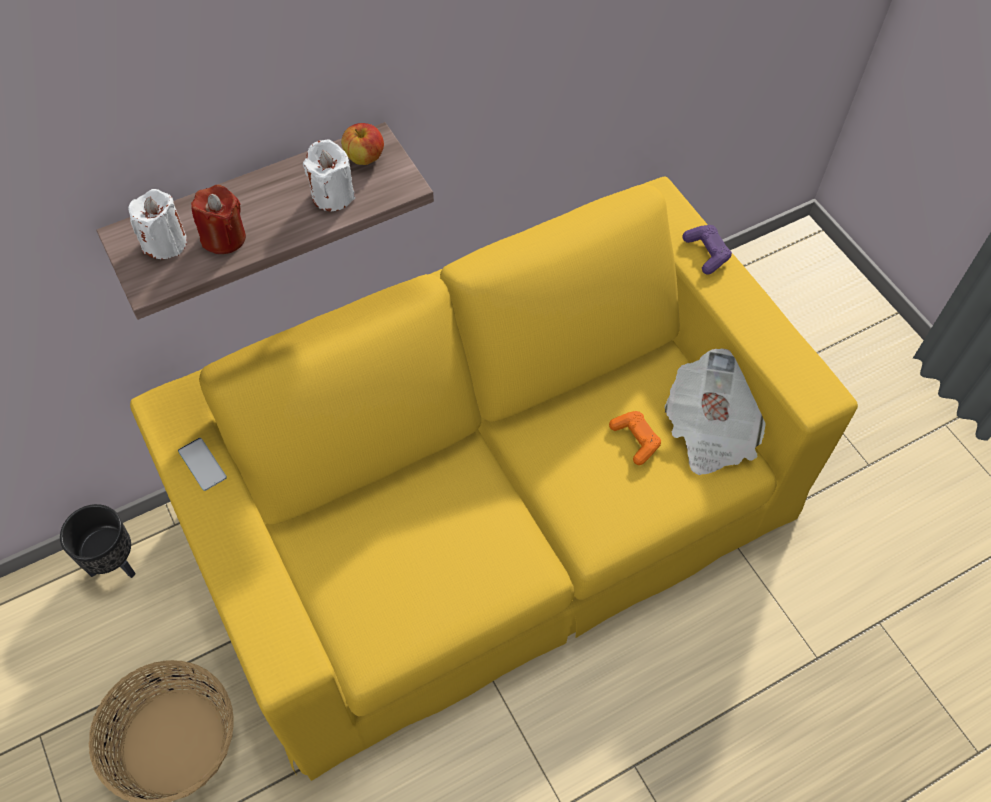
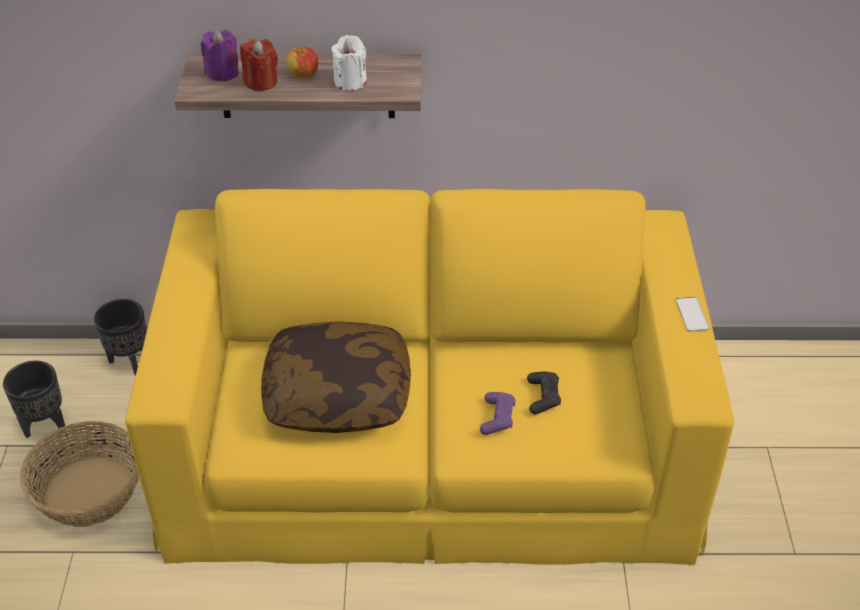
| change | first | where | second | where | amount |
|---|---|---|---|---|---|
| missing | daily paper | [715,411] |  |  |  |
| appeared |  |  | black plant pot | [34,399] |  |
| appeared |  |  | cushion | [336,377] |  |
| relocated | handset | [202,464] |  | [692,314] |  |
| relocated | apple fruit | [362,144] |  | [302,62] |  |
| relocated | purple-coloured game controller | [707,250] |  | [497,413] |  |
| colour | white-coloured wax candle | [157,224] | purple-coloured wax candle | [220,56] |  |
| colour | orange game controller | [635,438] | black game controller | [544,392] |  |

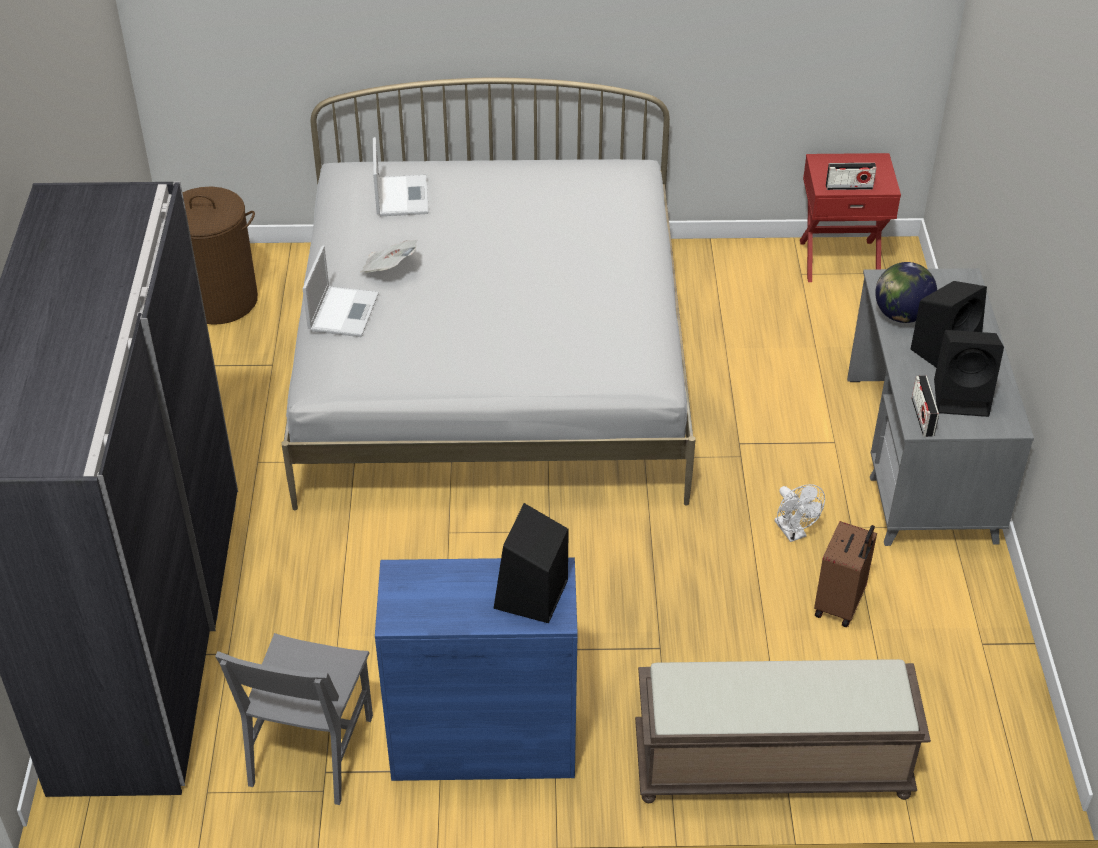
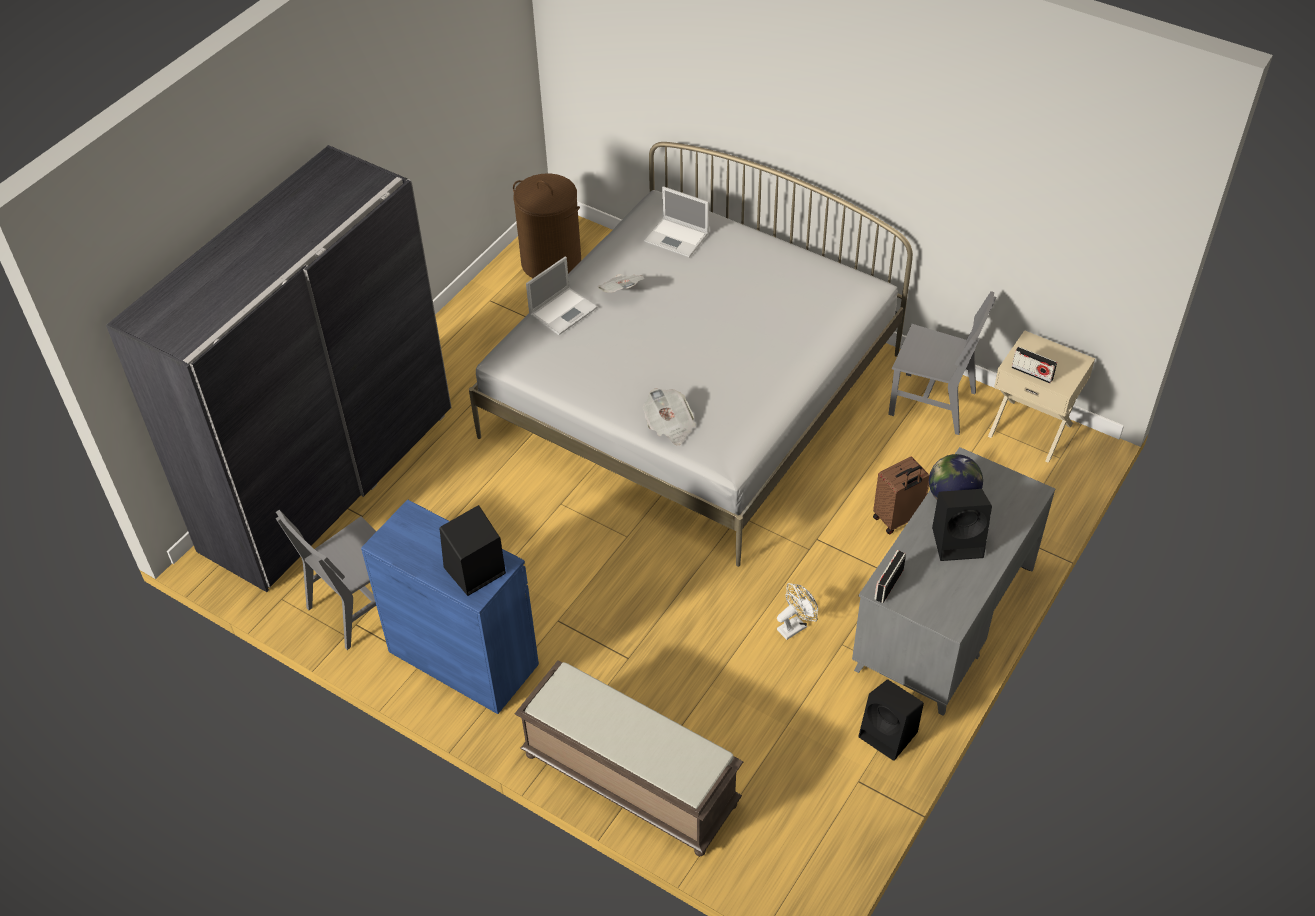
| change | first | where | second | where | amount |
|---|---|---|---|---|---|
| appeared |  |  | daily paper | [669,416] |  |
| appeared |  |  | greyish plain chair | [942,363] |  |
| relocated | brown piece of luggage | [845,574] |  | [901,495] |  |
| relocated | black loudspeaker | [969,373] |  | [891,720] |  |
| colour | reddish bedside table | [850,217] | beige bedside table | [1041,396] |  |
| spun | portable computer | [401,176] |  | [676,222] | 90 degrees clockwise |
| spun | white-coloured electric fan | [800,513] |  | [797,611] | 135 degrees counterclockwise |

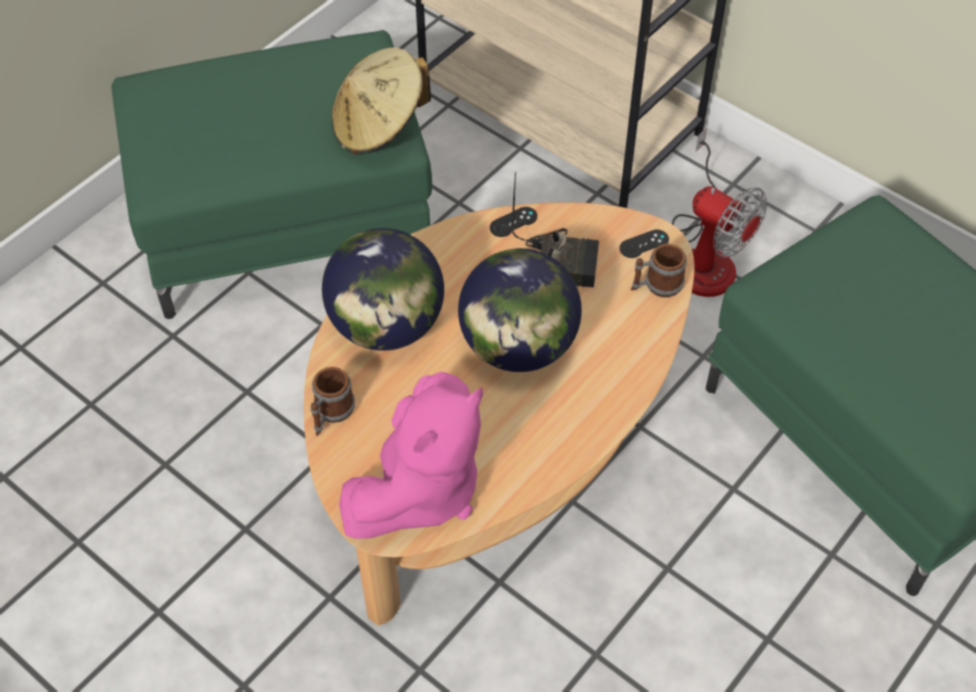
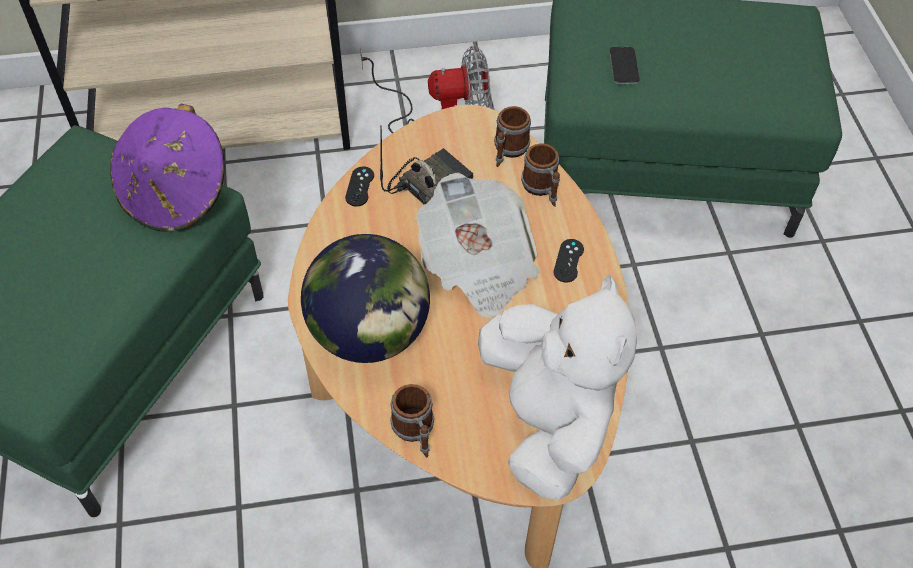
| change | first | where | second | where | amount |
|---|---|---|---|---|---|
| appeared |  |  | mug | [540,175] |  |
| appeared |  |  | handset | [624,65] |  |
| relocated | black game controller | [644,244] |  | [568,261] |  |
| exchanged | globe | [520,310] | daily paper | [478,245] |  |
| colour | beige clothing hat | [381,101] | purple-coloured clothing hat | [167,168] |  |
| colour | pink cuddly toy | [411,455] | white-coloured cuddly toy | [557,387] |  |

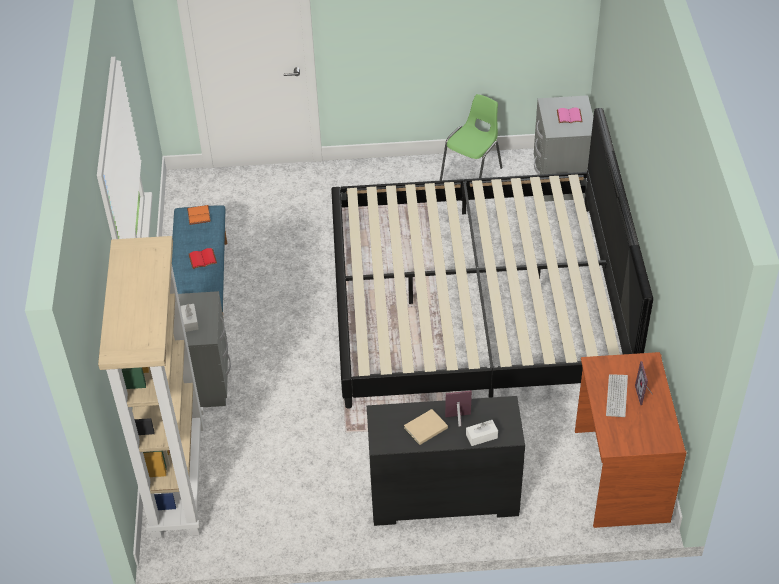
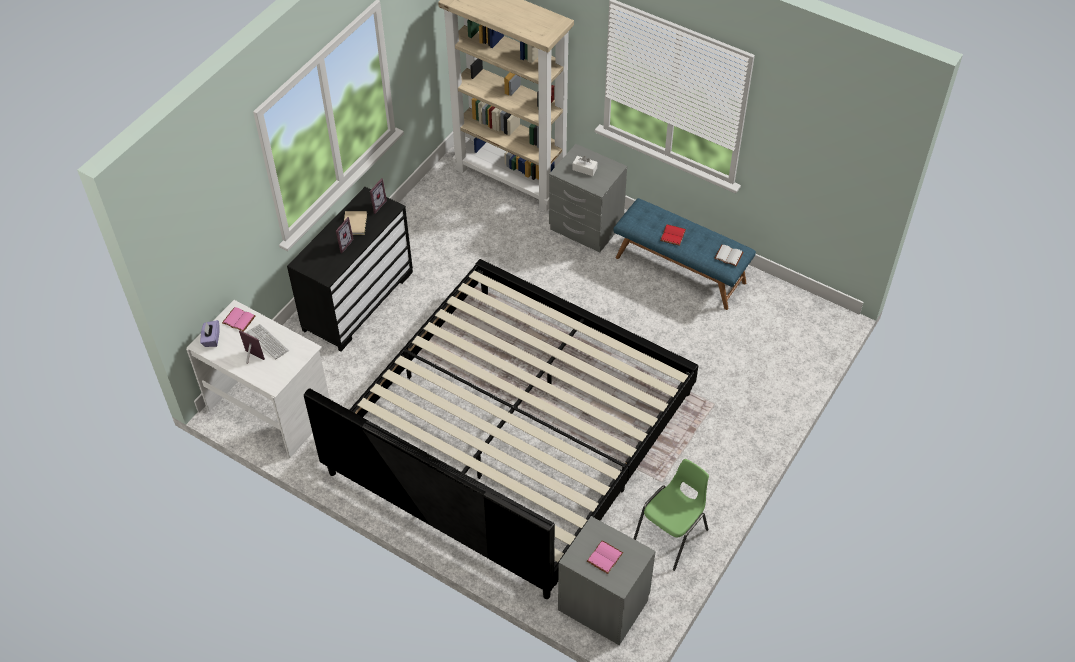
| change | first | where | second | where | amount |
|---|---|---|---|---|---|
| missing | white-coloured box of tissues | [482,433] |  |  |  |
| appeared |  |  | purple-coloured box of tissues | [210,333] |  |
| appeared |  |  | pink bound book | [239,319] |  |
| appeared |  |  | photo frame | [378,196] |  |
| colour | orange bound book | [199,215] | white-coloured bound book | [729,255] |  |
| colour | brown desk table | [631,440] | white-coloured desk table | [258,379] |  |
| spun | greenish plain chair | [471,137] |  | [671,515] | 120 degrees counterclockwise |

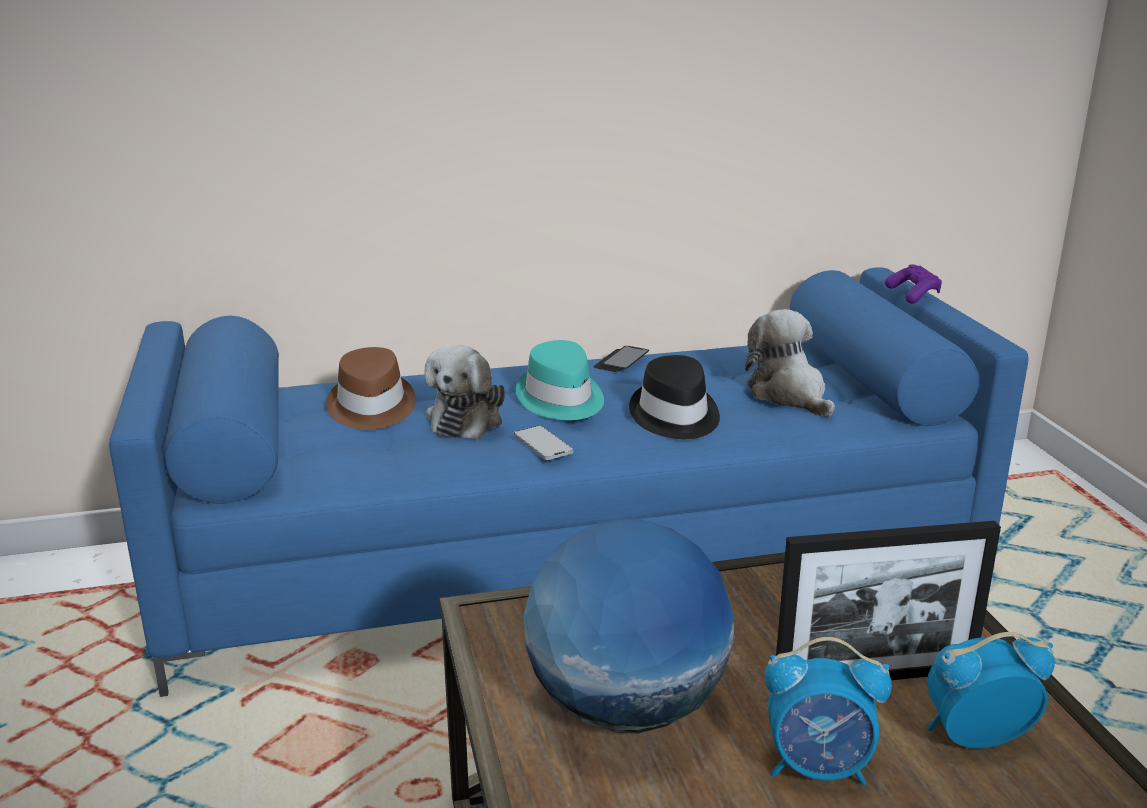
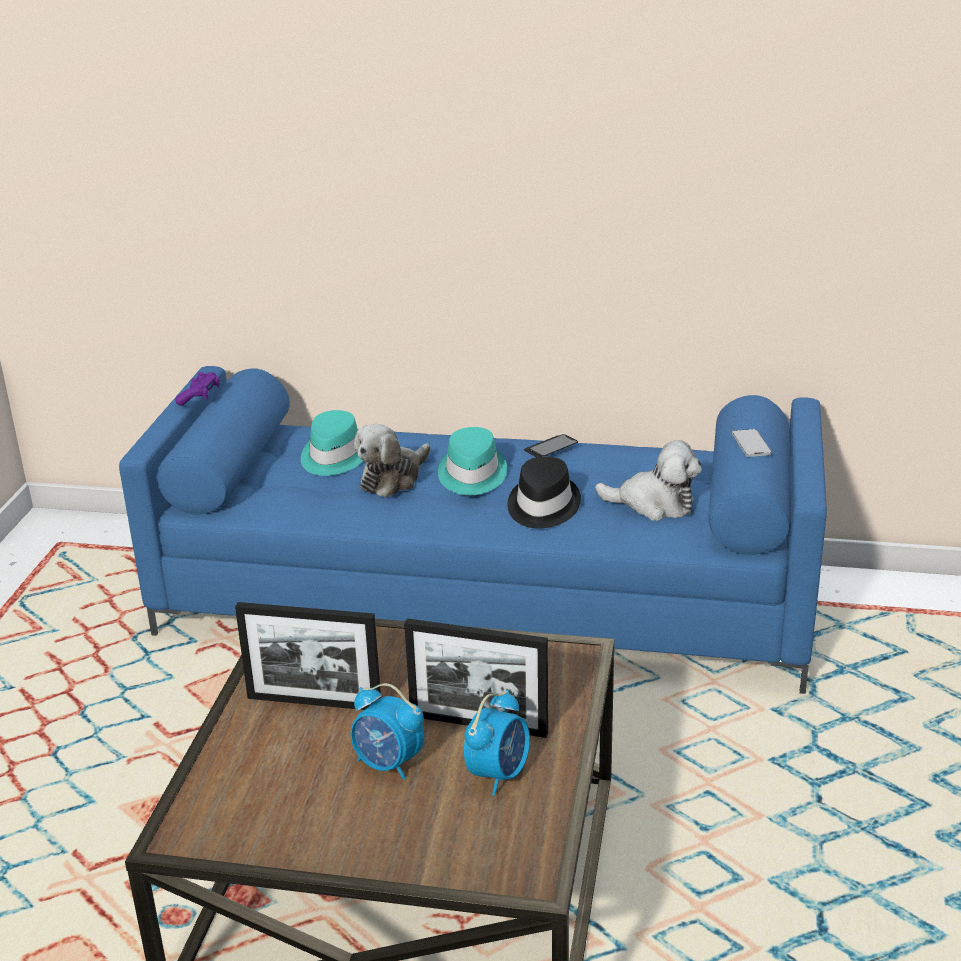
| change | first | where | second | where | amount |
|---|---|---|---|---|---|
| relocated | handset | [544,443] |  | [752,443] |  |
| relocated | purple-coloured game controller | [913,284] |  | [197,389] |  |
| exchanged | globe | [629,626] | photo frame | [308,656] |  |
| colour | brown clothing hat | [371,388] | blue-green clothing hat | [332,443] |  |
| spun | cuddly toy | [790,363] |  | [648,480] | 105 degrees clockwise |
| spun | alarm clock | [991,690] |  | [497,743] | 105 degrees clockwise |

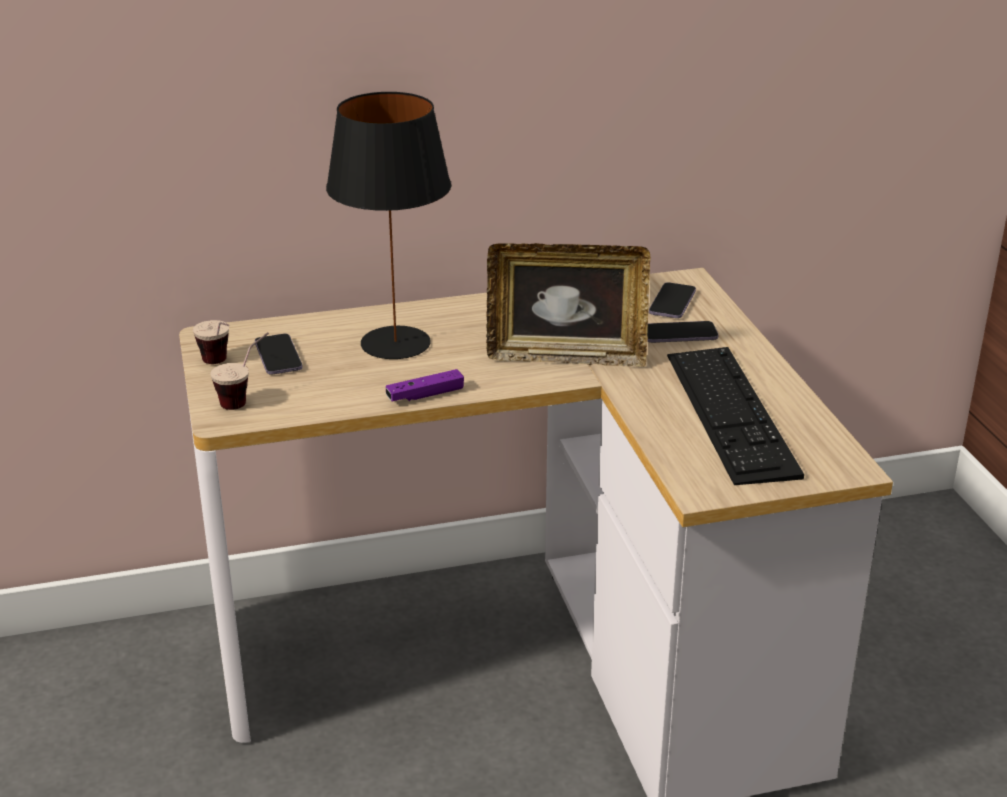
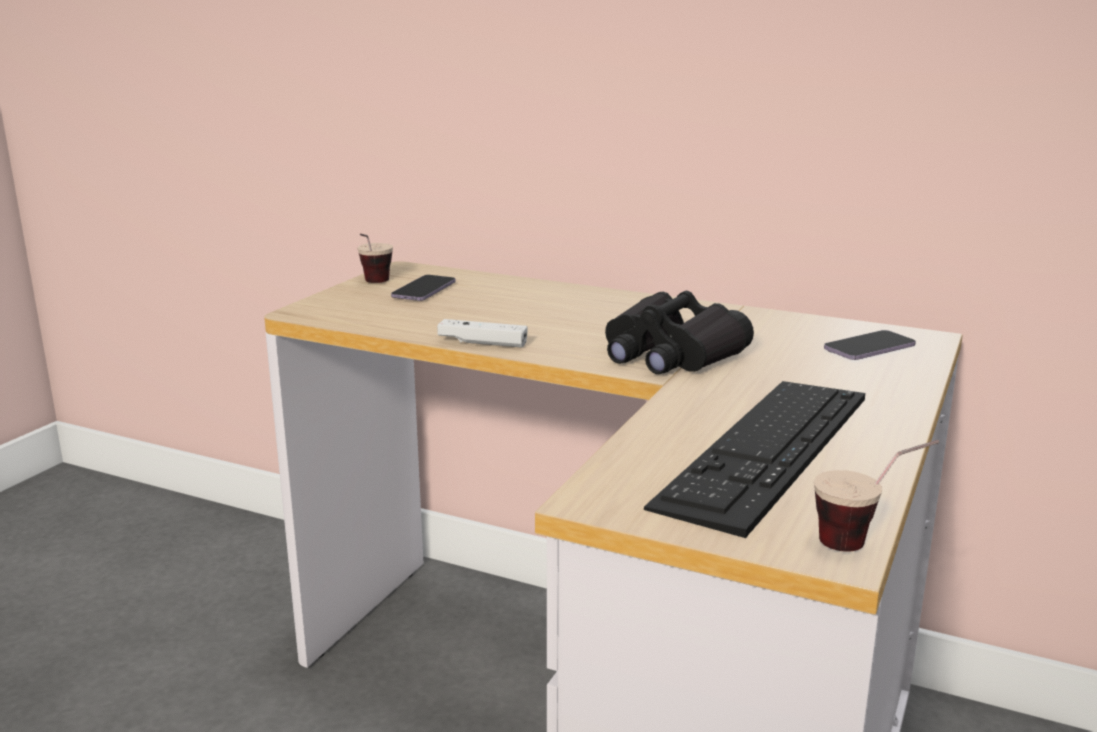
| change | first | where | second | where | amount |
|---|---|---|---|---|---|
| missing | black lamp for a table | [388,225] |  |  |  |
| missing | handset | [682,332] |  |  |  |
| relocated | small cup | [239,371] |  | [876,496] |  |
| exchanged | photo frame | [568,305] | black field glasses | [679,332] |  |
| colour | purple-coloured game controller | [425,385] | white-coloured game controller | [482,333] |  |

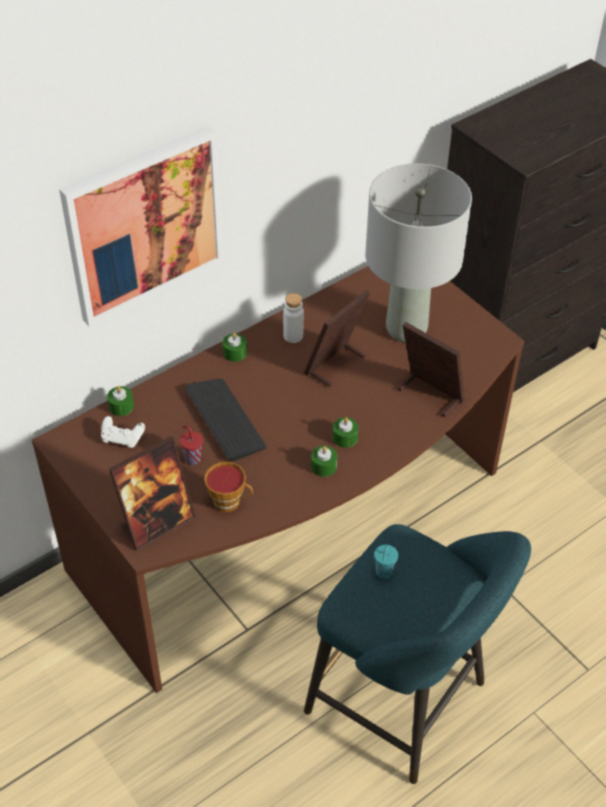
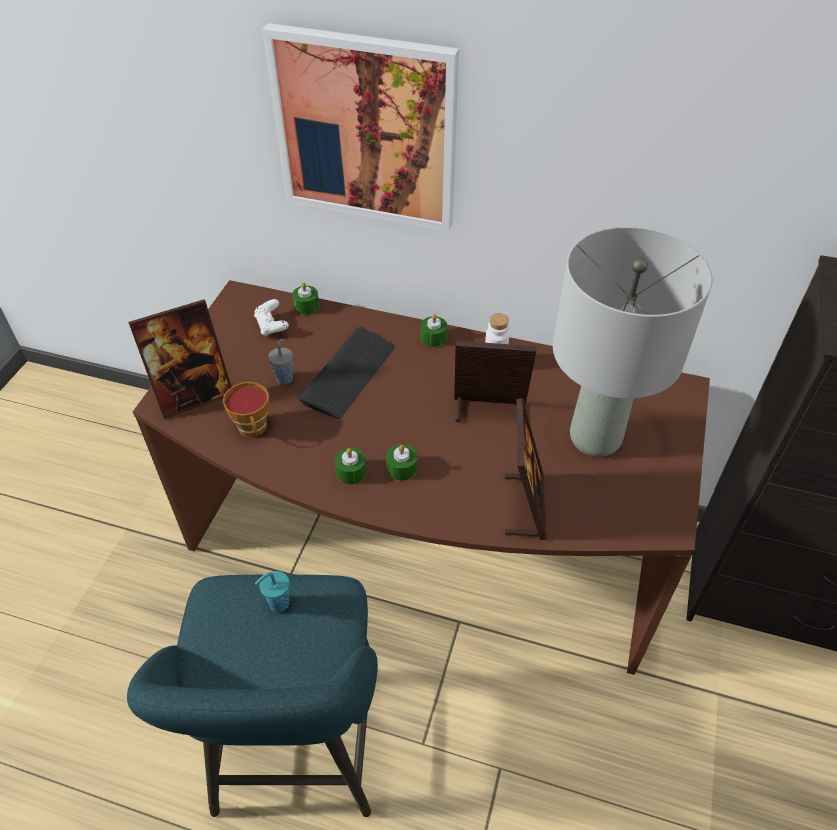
| change | first | where | second | where | amount |
|---|---|---|---|---|---|
| colour | reddish small cup | [191,445] | greyish small cup | [280,361] |  |
| spun | photo frame | [152,493] |  | [179,359] | 45 degrees counterclockwise |

